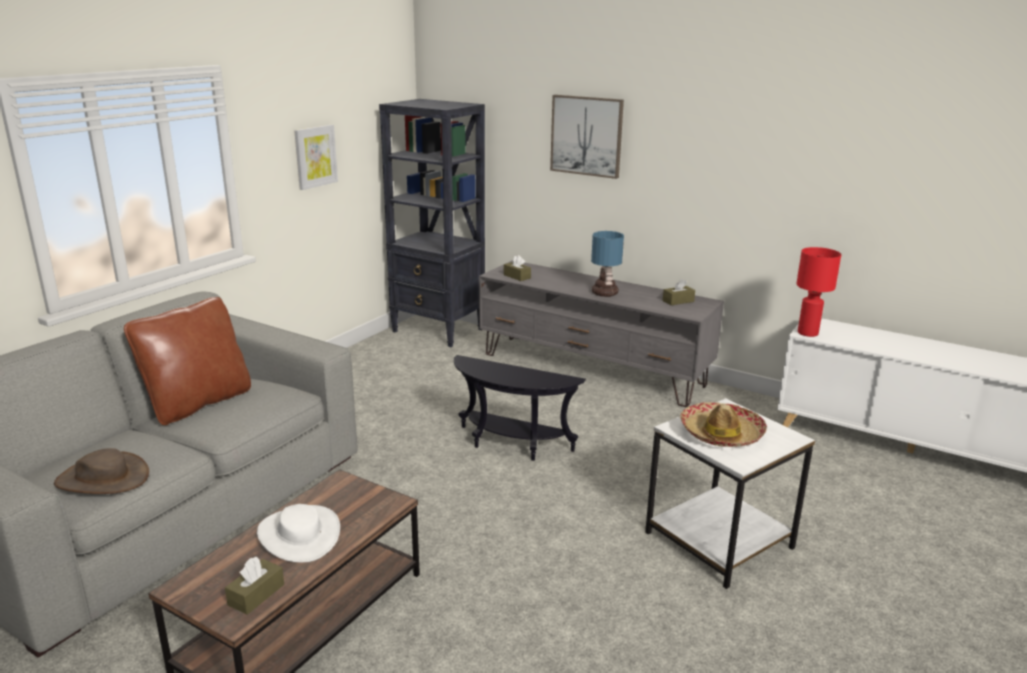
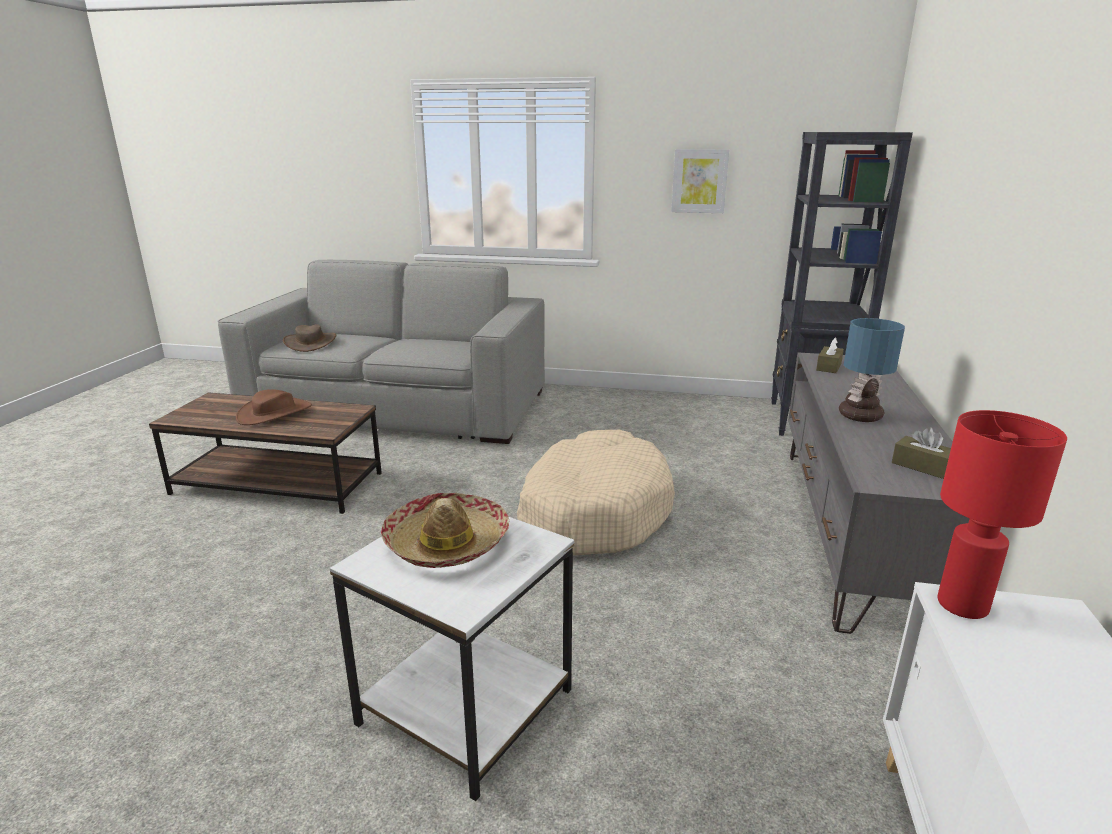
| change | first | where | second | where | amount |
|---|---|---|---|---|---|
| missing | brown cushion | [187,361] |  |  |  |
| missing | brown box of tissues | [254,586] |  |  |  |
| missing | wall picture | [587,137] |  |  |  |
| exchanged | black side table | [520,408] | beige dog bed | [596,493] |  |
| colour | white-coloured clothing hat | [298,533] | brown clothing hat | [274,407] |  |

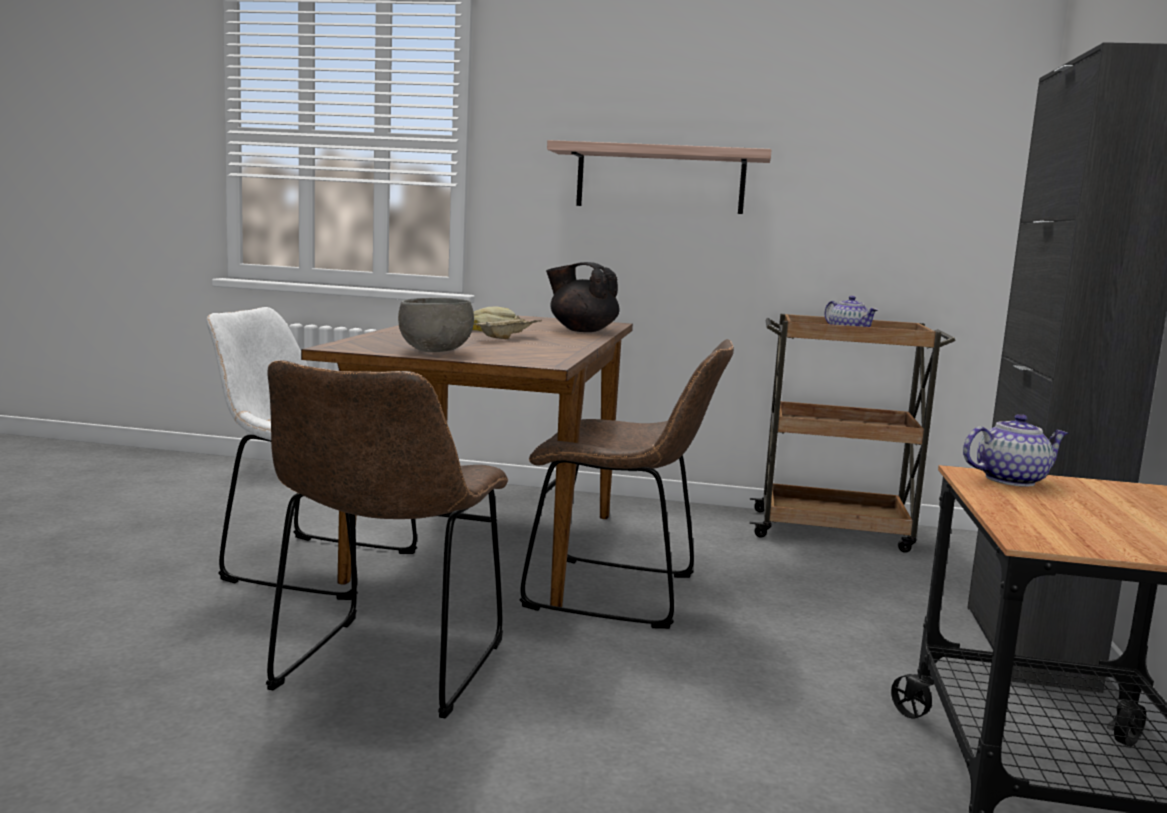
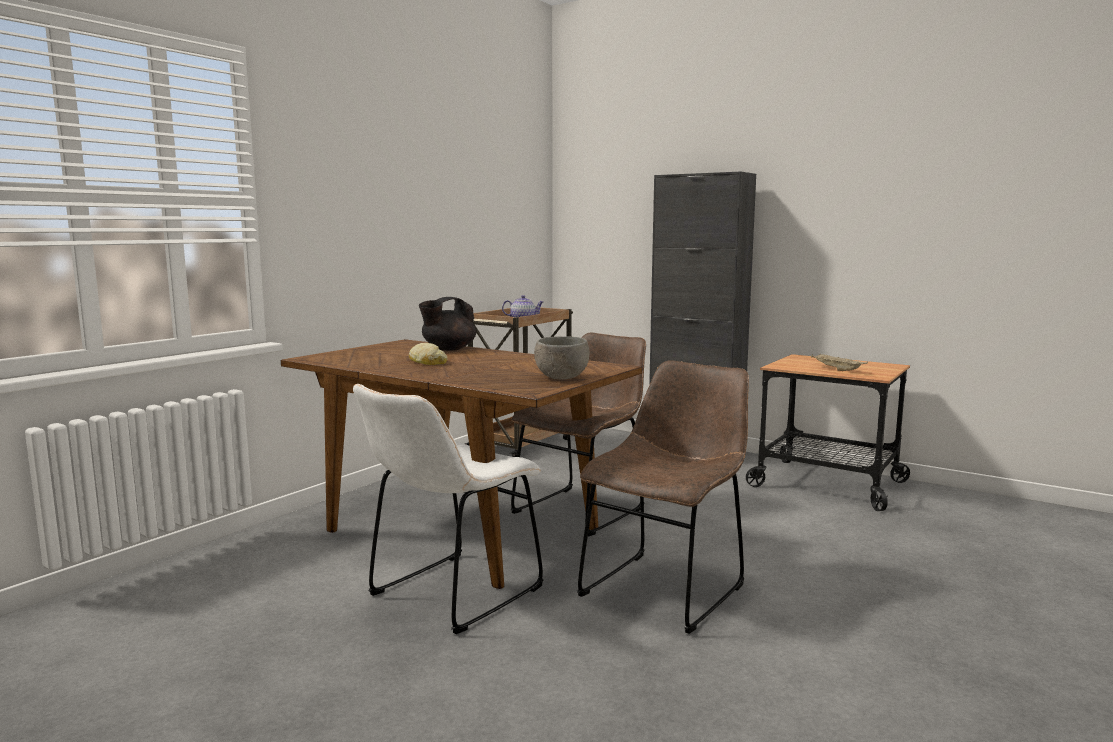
| change | first | where | second | where | amount |
|---|---|---|---|---|---|
| missing | bracket shelf | [659,177] |  |  |  |
| missing | tea pot | [1016,450] |  |  |  |
| relocated | beige serving tray | [508,327] |  | [839,362] |  |
| spun | brown plain chair | [387,539] |  | [663,497] | 90 degrees counterclockwise |

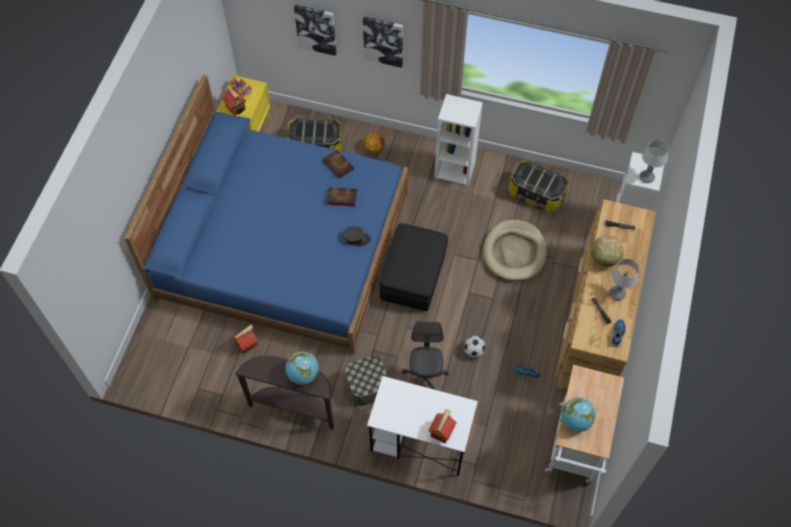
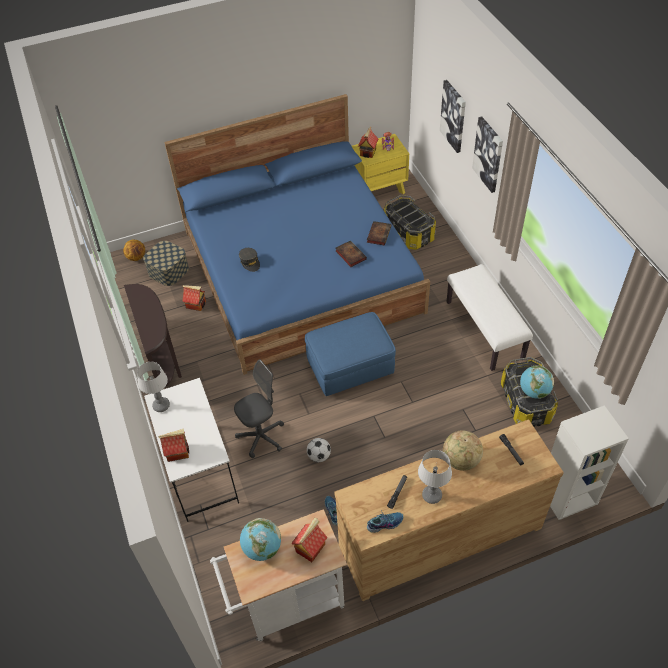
| change | first | where | second | where | amount |
|---|---|---|---|---|---|
| missing | beige dog bed | [515,250] |  |  |  |
| appeared |  |  | miniature house | [309,540] |  |
| relocated | globe | [302,368] |  | [537,382] |  |
| relocated | greyish cap | [357,236] |  | [249,260] |  |
| relocated | storage container | [366,381] |  | [166,263] |  |
| relocated | basketball ball | [374,143] |  | [134,250] |  |
| relocated | lamp for a table | [654,161] |  | [153,387] |  |
| exchanged | white-coloured shelving unit | [458,140] | white-coloured bench | [490,317] |  |
| colour | black footrest | [413,267] | blue-coloured footrest | [350,354] |  |

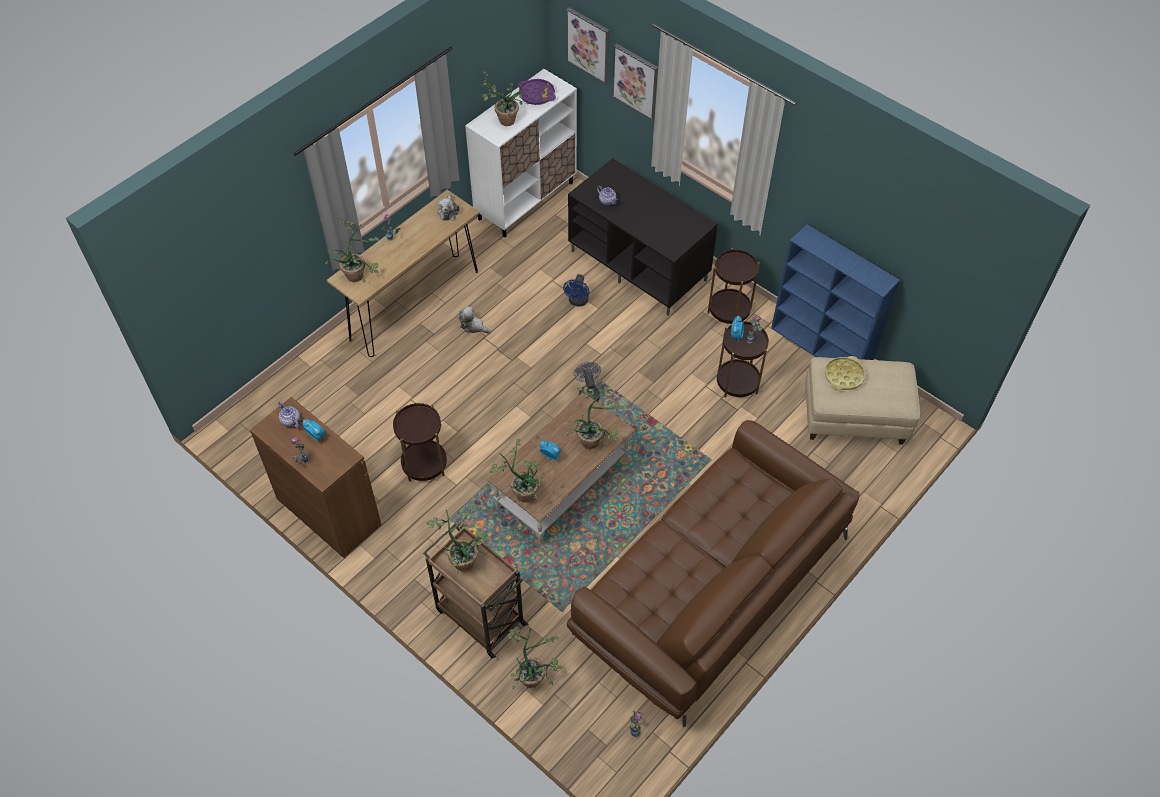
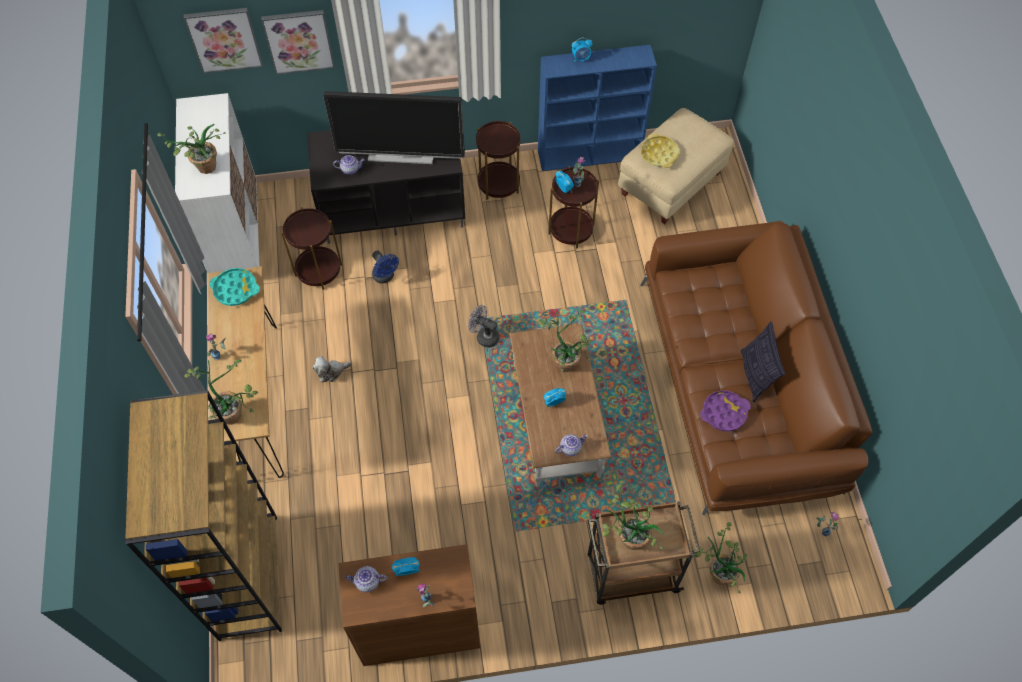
| change | first | where | second | where | amount |
|---|---|---|---|---|---|
| appeared |  |  | brown shelving unit | [204,515] |  |
| appeared |  |  | TV | [394,127] |  |
| appeared |  |  | alarm clock | [582,50] |  |
| appeared |  |  | cushion | [763,361] |  |
| relocated | brown side table | [420,442] |  | [311,248] |  |
| relocated | purple-coloured serving tray | [537,92] |  | [725,411] |  |
| exchanged | cuddly toy | [448,207] | blue-green serving tray | [234,287] |  |
| exchanged | houseplant | [516,470] | tea pot | [571,445] |  |

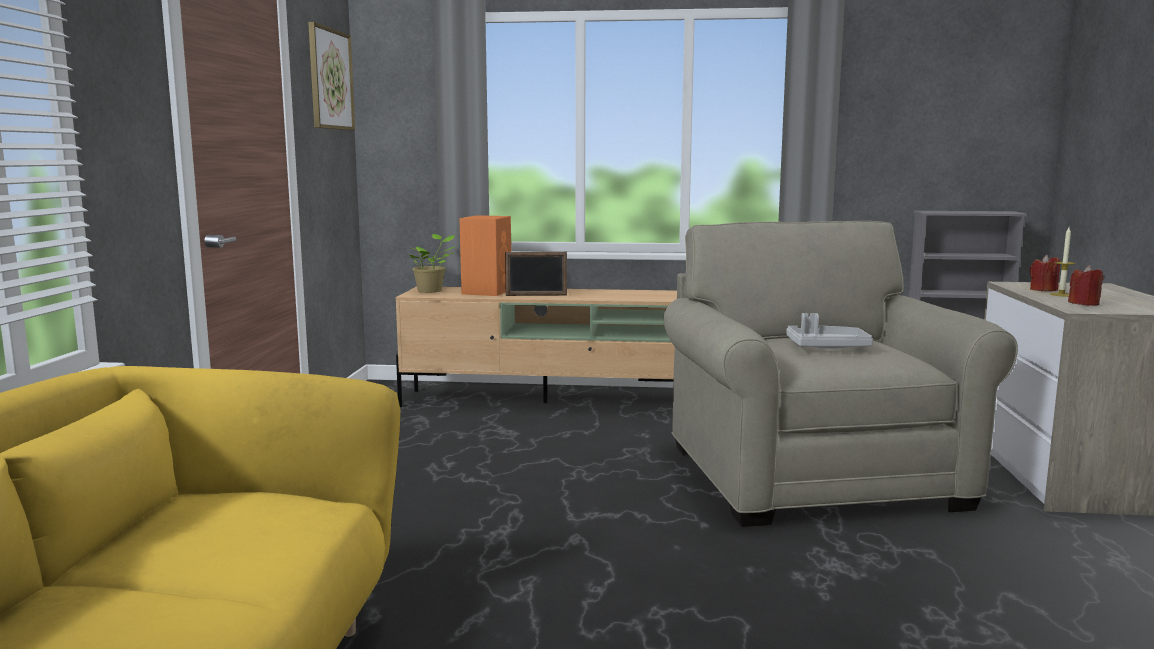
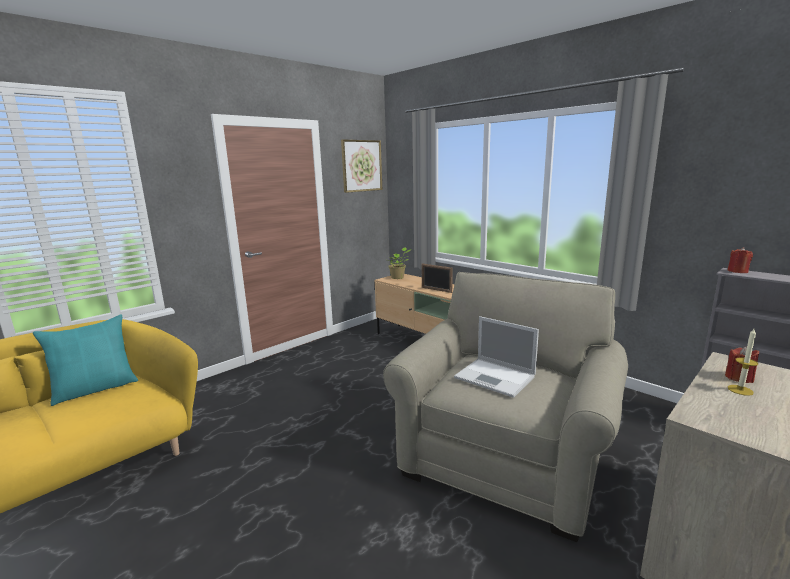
| change | first | where | second | where | amount |
|---|---|---|---|---|---|
| missing | orange loudspeaker | [485,255] |  |  |  |
| appeared |  |  | blue-green cushion | [85,360] |  |
| relocated | reddish wax candle | [1086,285] |  | [740,260] |  |
| exchanged | greyish serving tray | [829,330] | portable computer | [496,357] |  |

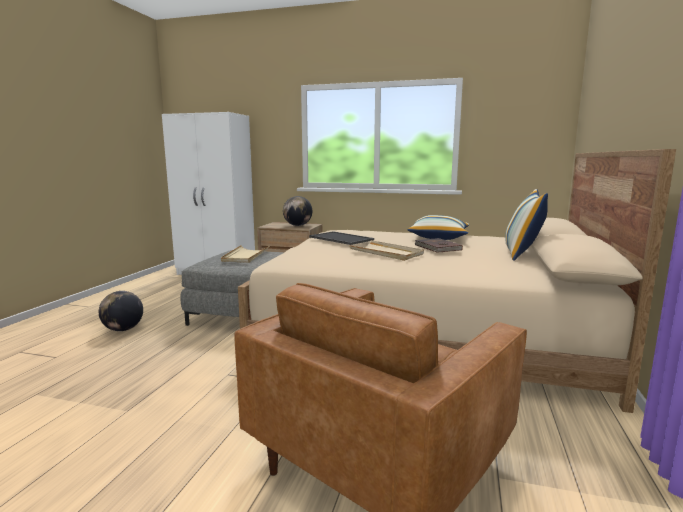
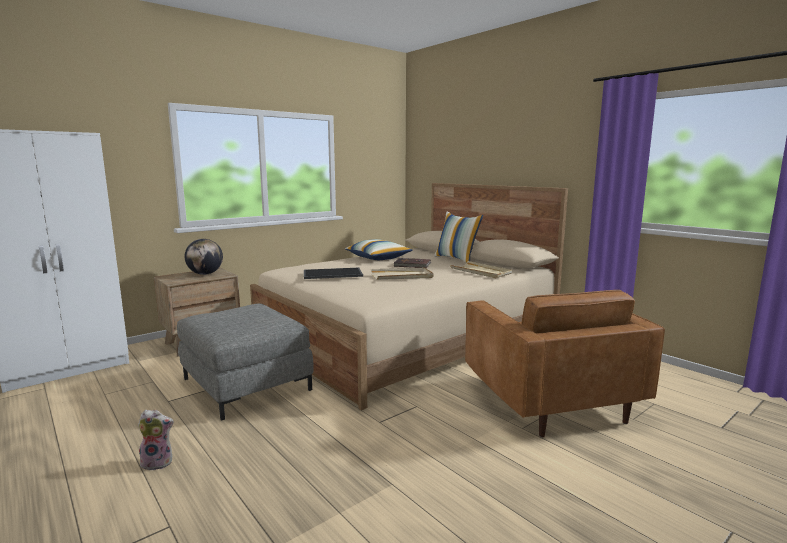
| change | first | where | second | where | amount |
|---|---|---|---|---|---|
| relocated | beige serving tray | [245,254] |  | [481,269] |  |
| exchanged | globe | [121,311] | cuddly toy | [156,440] |  |

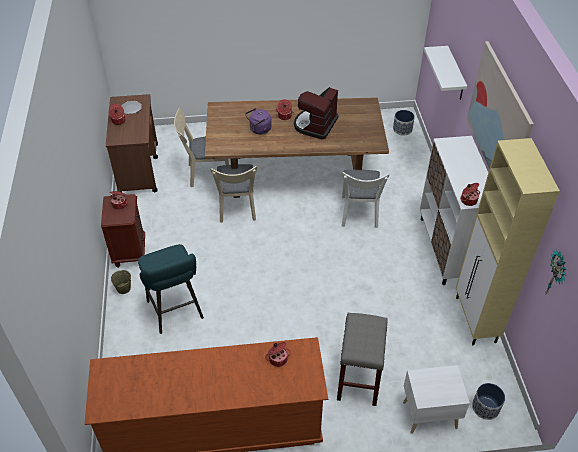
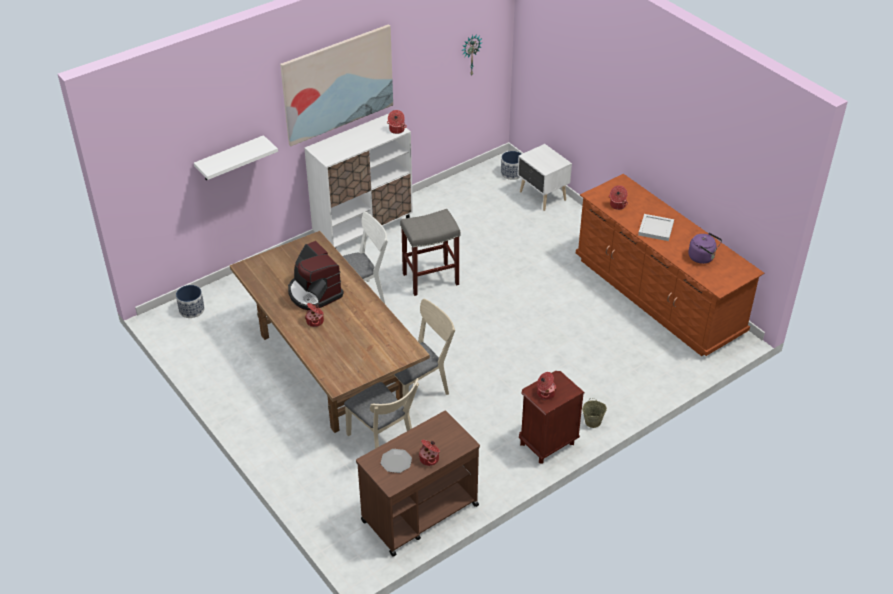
| change | first | where | second | where | amount |
|---|---|---|---|---|---|
| missing | blue-green stool | [171,289] |  |  |  |
| missing | beige cabinet | [508,241] |  |  |  |
| appeared |  |  | white-coloured serving tray | [656,227] |  |
| relocated | purple-coloured water kettle | [258,121] |  | [705,248] |  |
| relocated | greyish stool | [362,359] |  | [430,252] |  |
| spun | coffee machine | [316,113] |  | [316,276] | 60 degrees clockwise |

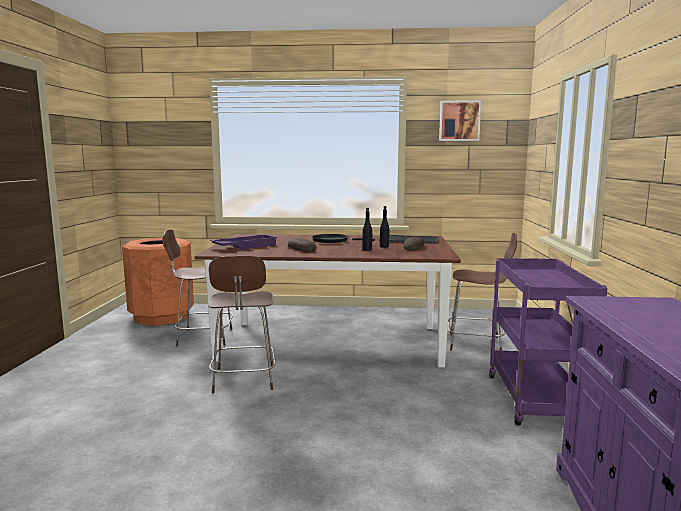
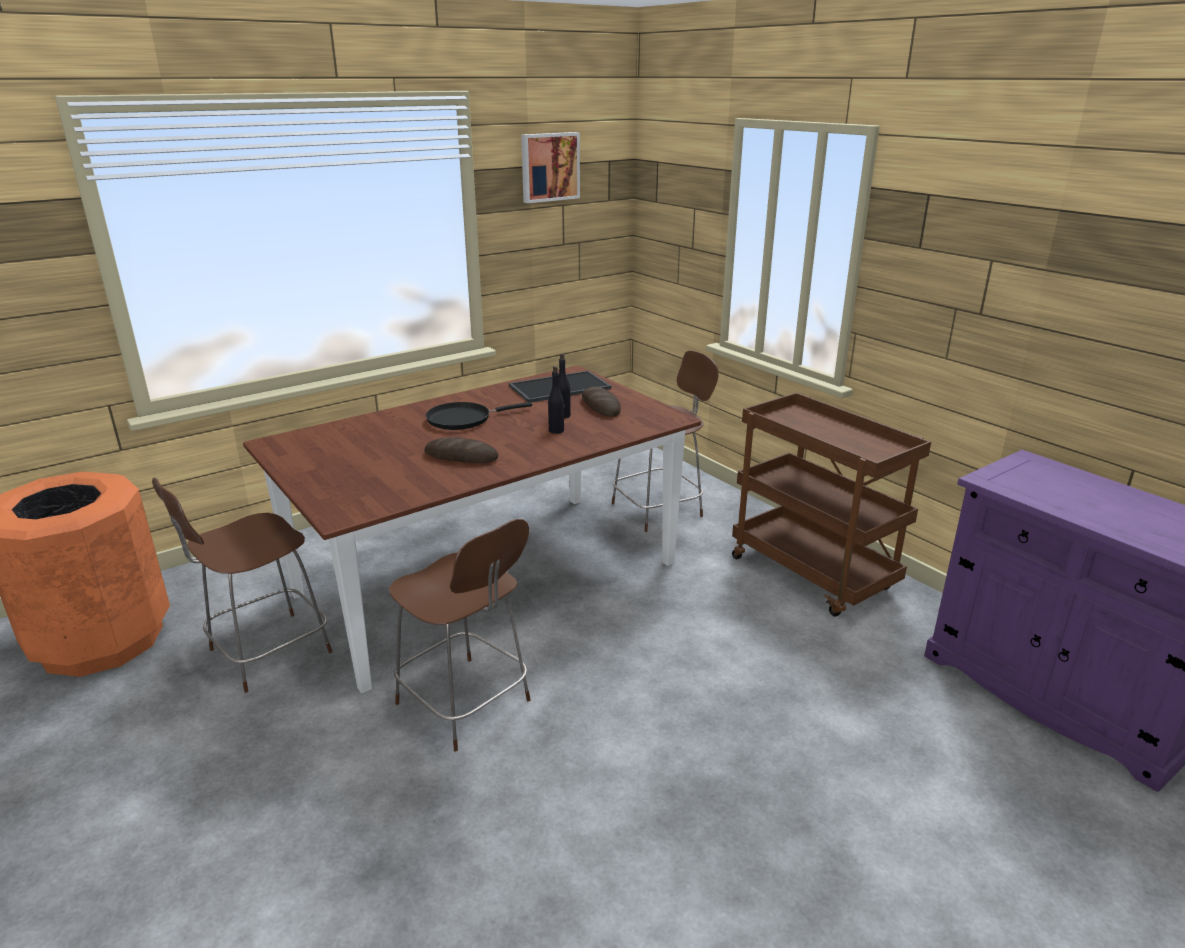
| change | first | where | second | where | amount |
|---|---|---|---|---|---|
| missing | purple-coloured serving tray | [244,241] |  |  |  |
| colour | purple-coloured wheeled cart | [548,341] | brown wheeled cart | [831,505] |  |

